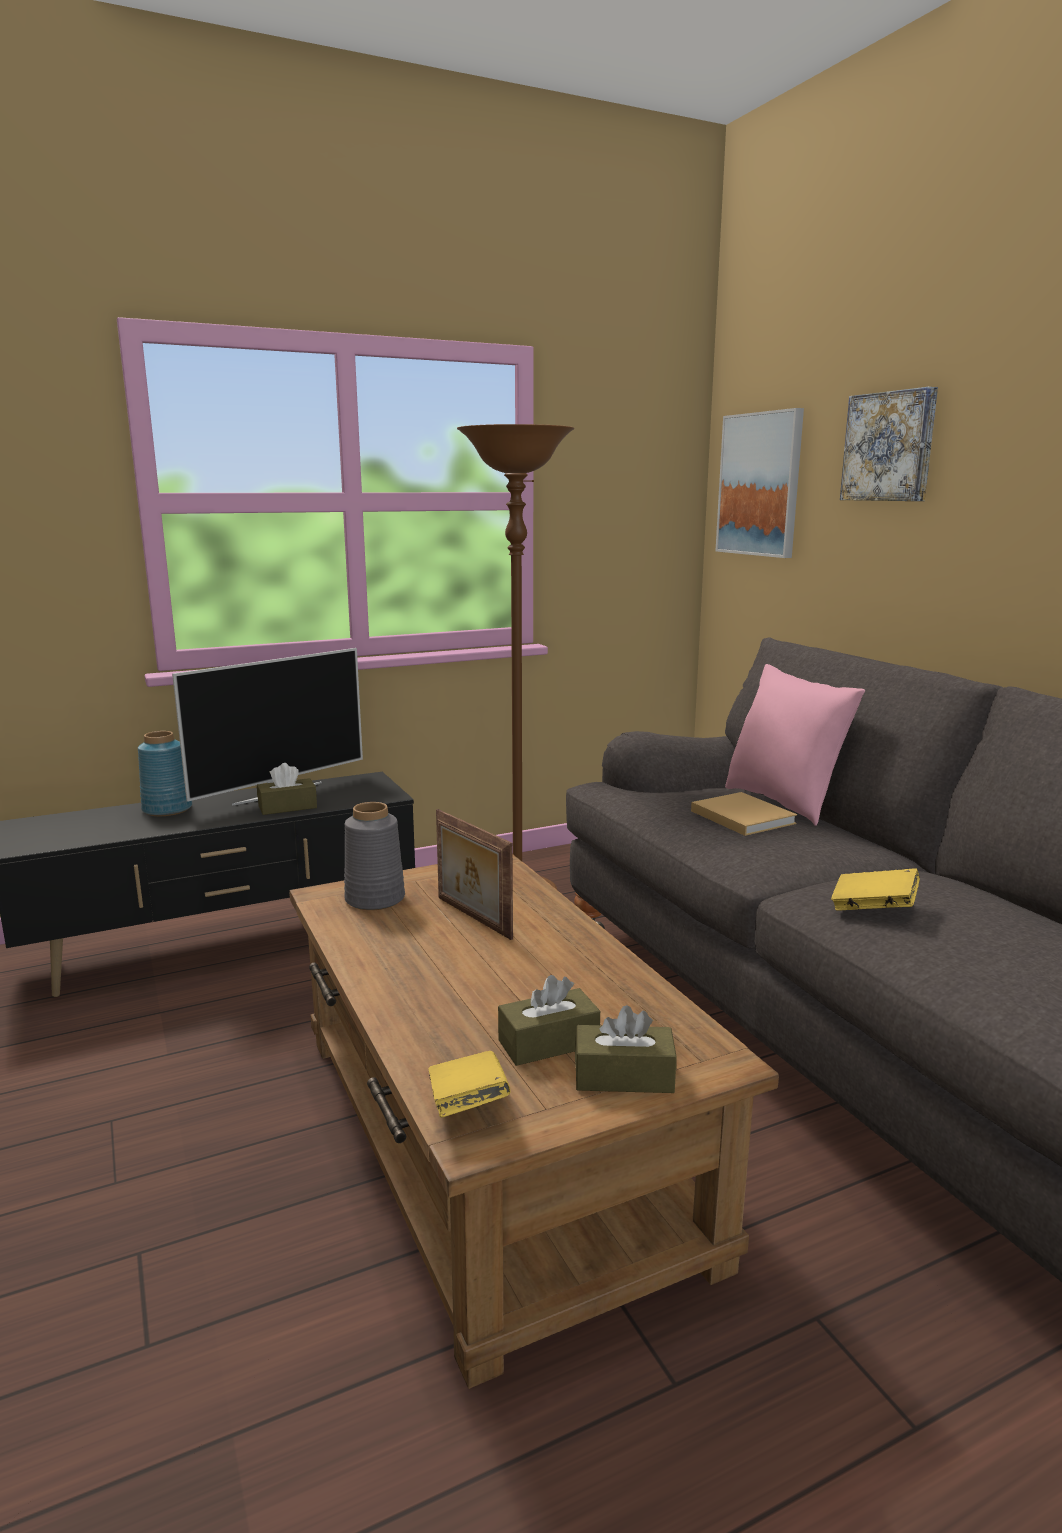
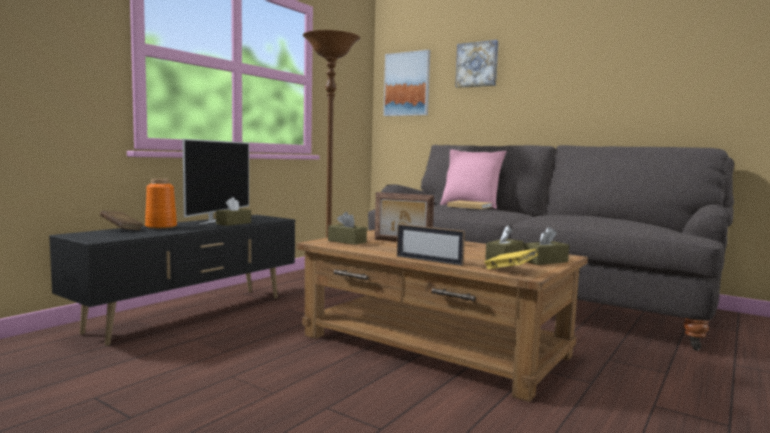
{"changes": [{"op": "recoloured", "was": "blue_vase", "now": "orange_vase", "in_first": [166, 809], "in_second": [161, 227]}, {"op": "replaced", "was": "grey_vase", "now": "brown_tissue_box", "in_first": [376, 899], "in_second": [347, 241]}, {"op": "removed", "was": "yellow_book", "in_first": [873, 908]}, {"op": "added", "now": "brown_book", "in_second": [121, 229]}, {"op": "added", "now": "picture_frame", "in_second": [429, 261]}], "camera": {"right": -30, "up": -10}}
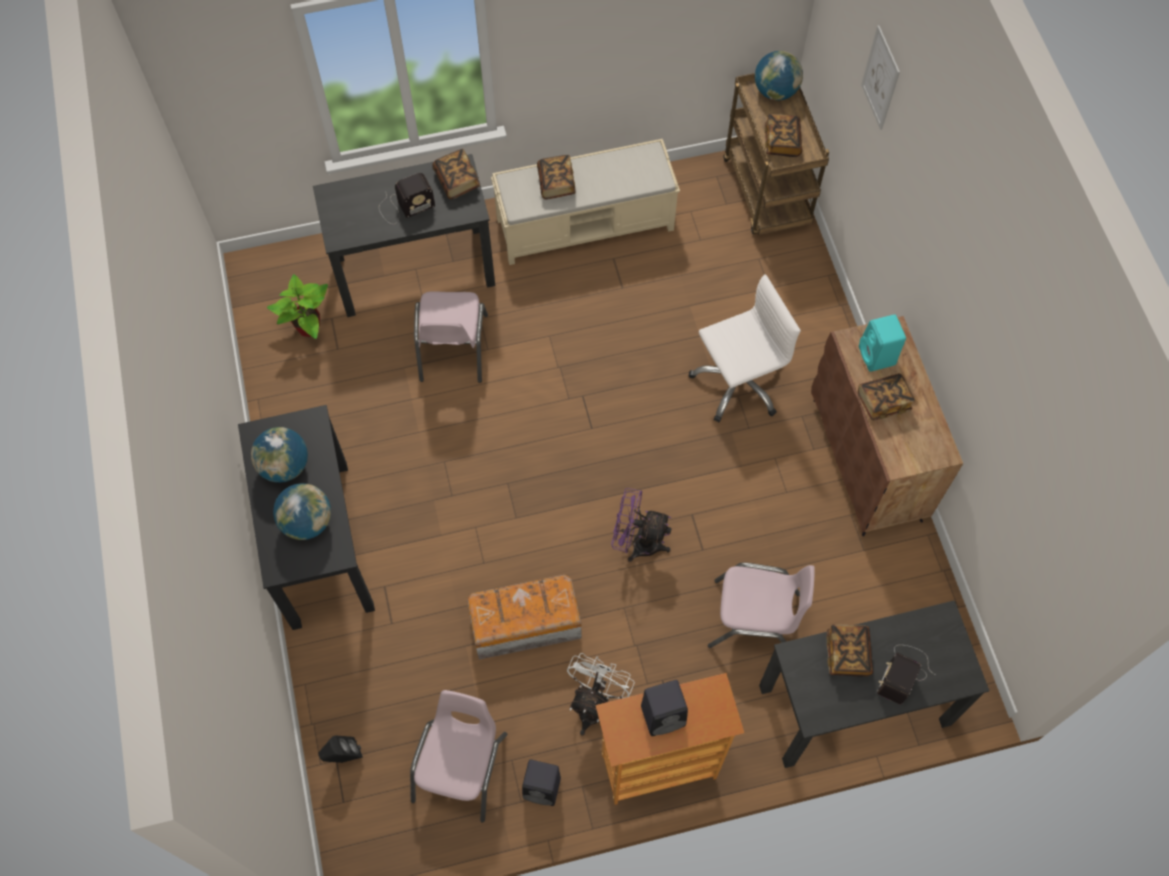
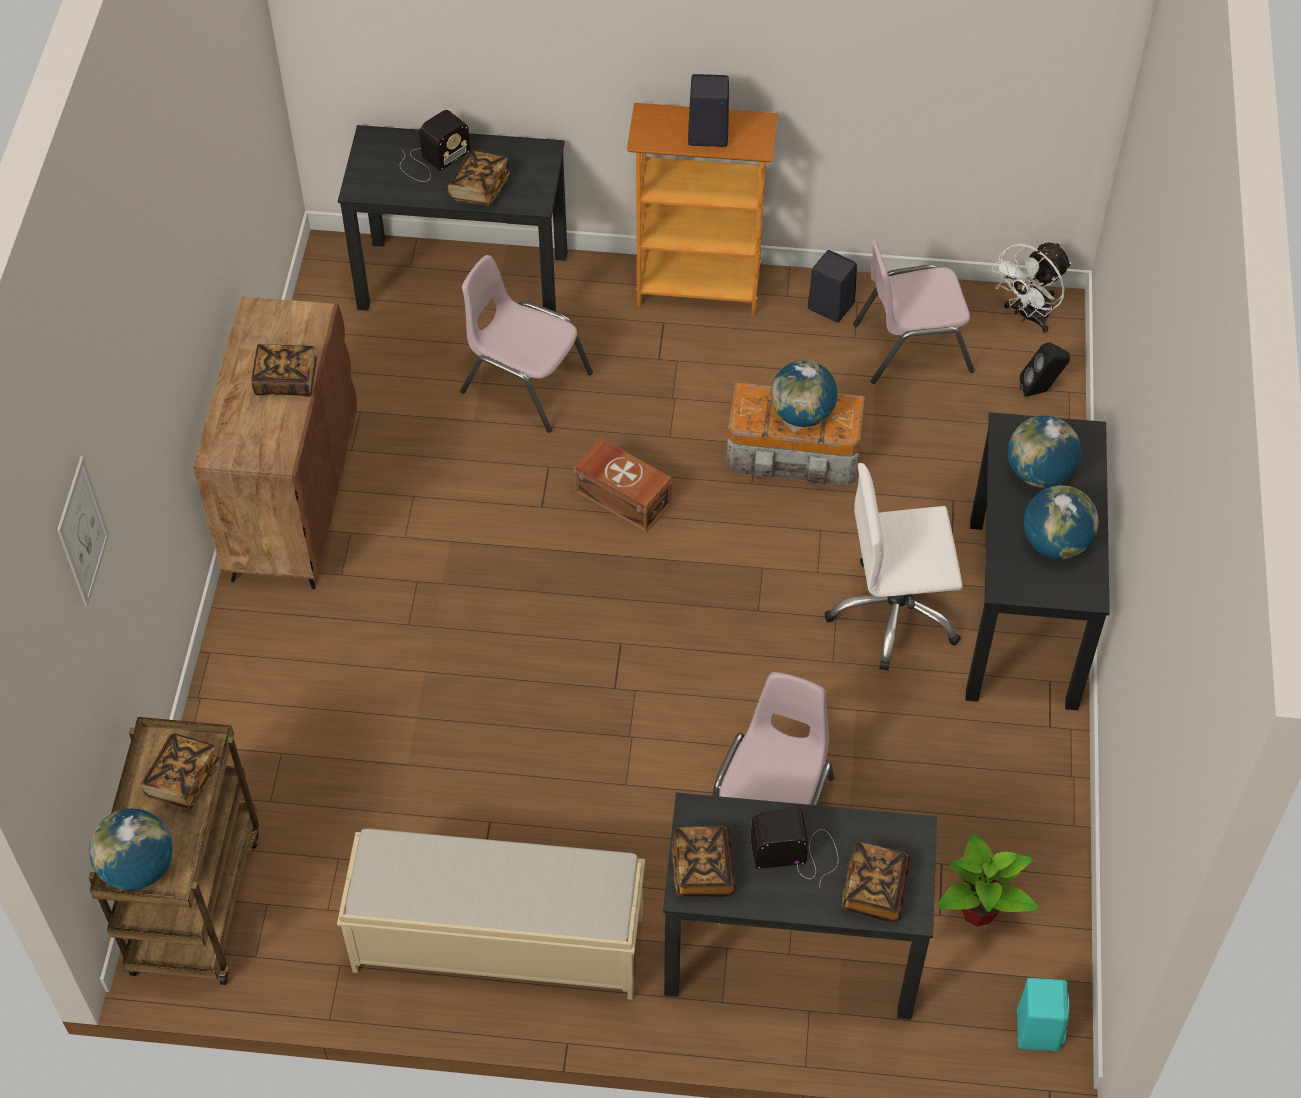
{"changes": [{"op": "moved", "was": "book", "in_first": [556, 183], "in_second": [874, 890]}, {"op": "moved", "was": "white_office_chair", "in_first": [738, 382], "in_second": [894, 614]}, {"op": "moved", "was": "turquoise_speaker", "in_first": [877, 357], "in_second": [1037, 1027]}, {"op": "replaced", "was": "purple_fan", "now": "brown_storage_box", "in_first": [638, 543], "in_second": [622, 496]}, {"op": "moved", "was": "white_fan", "in_first": [595, 703], "in_second": [1028, 316]}, {"op": "turned", "was": "pink_chair", "in_first": [461, 767], "in_second": [911, 346], "clockwise": 45}, {"op": "added", "now": "globe", "in_second": [802, 414]}], "camera": {"right": -160, "up": -10}}
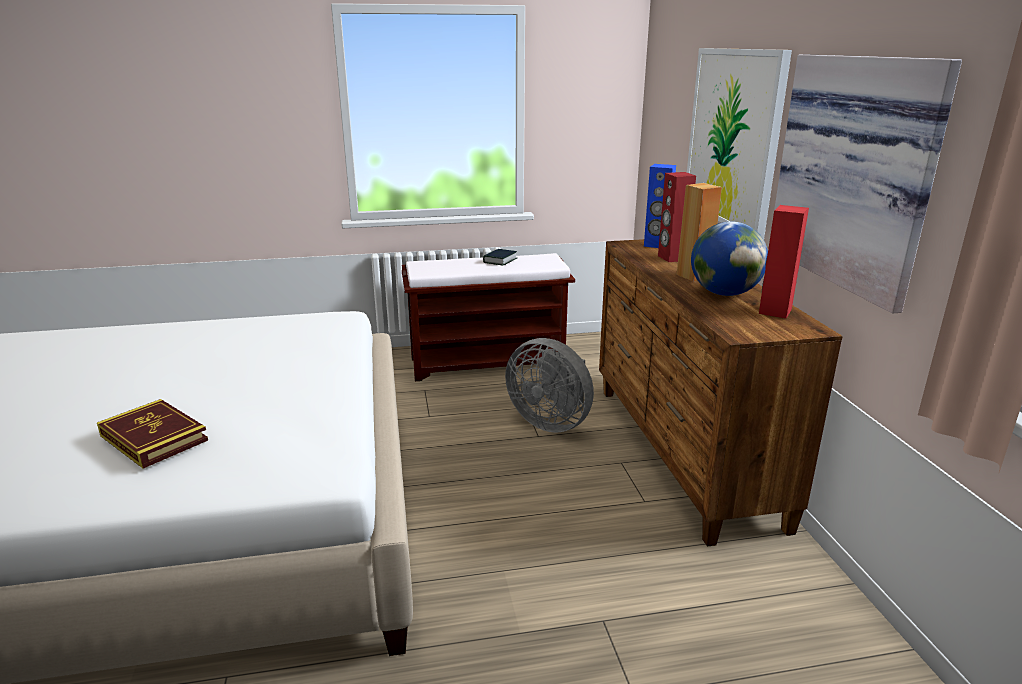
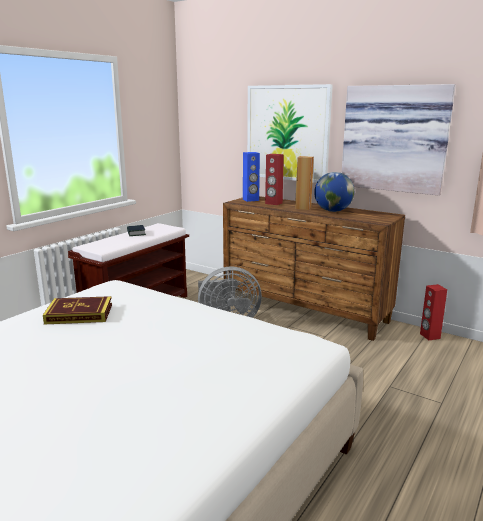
{"changes": [{"op": "moved", "was": "red_speaker", "in_first": [774, 311], "in_second": [429, 336]}, {"op": "moved", "was": "book", "in_first": [154, 438], "in_second": [79, 314]}], "camera": {"right": -45, "up": -5}}
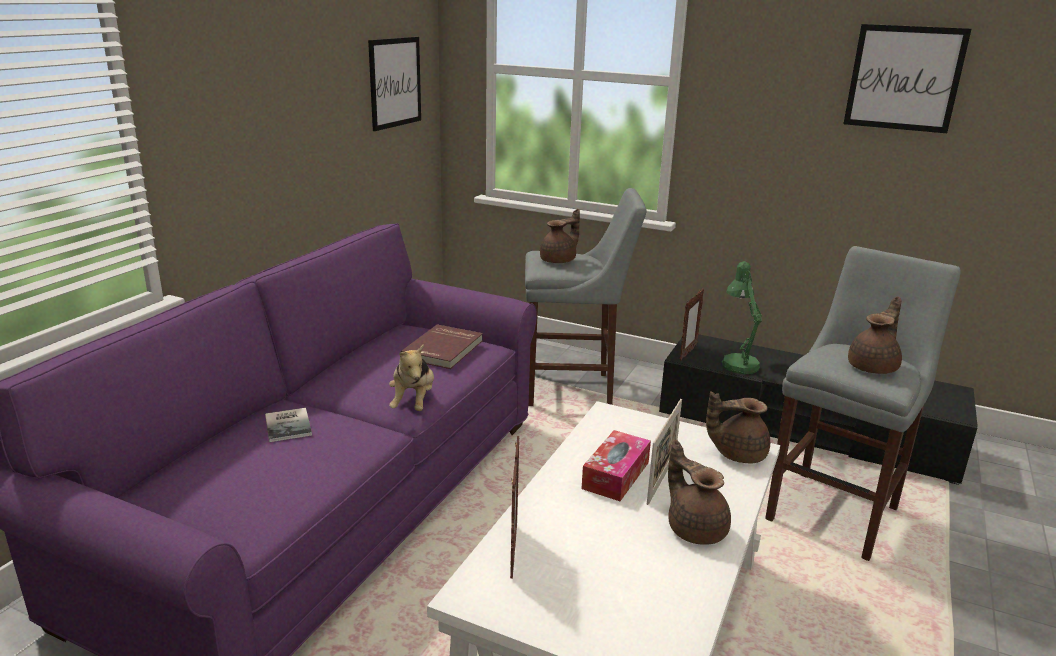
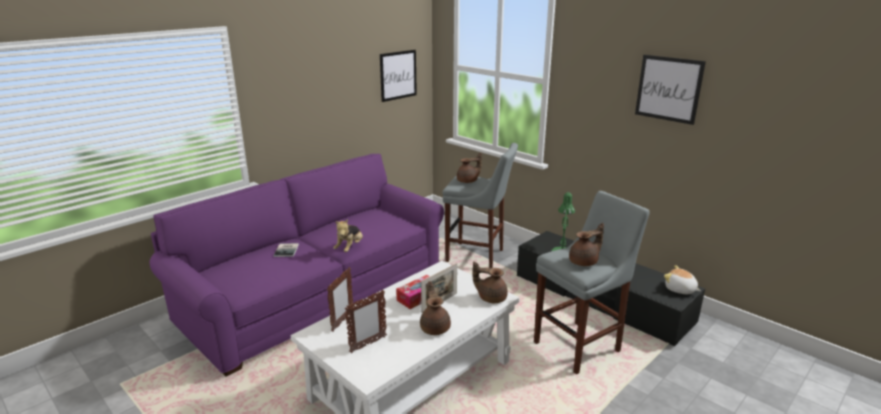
{"changes": [{"op": "moved", "was": "picture_frame", "in_first": [688, 353], "in_second": [367, 344]}, {"op": "removed", "was": "red_book", "in_first": [444, 349]}, {"op": "added", "now": "plush_toy", "in_second": [680, 290]}], "camera": {"right": 20, "up": 0}}
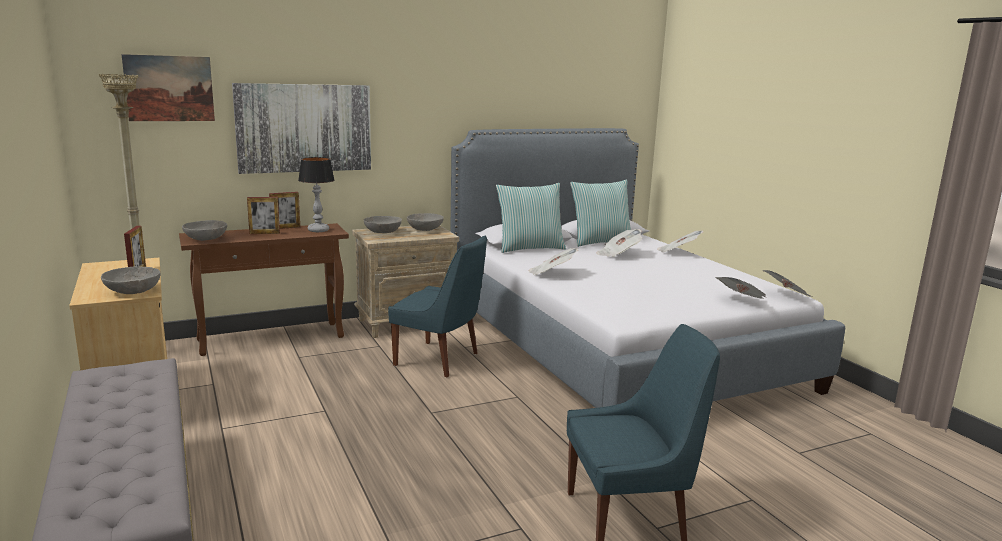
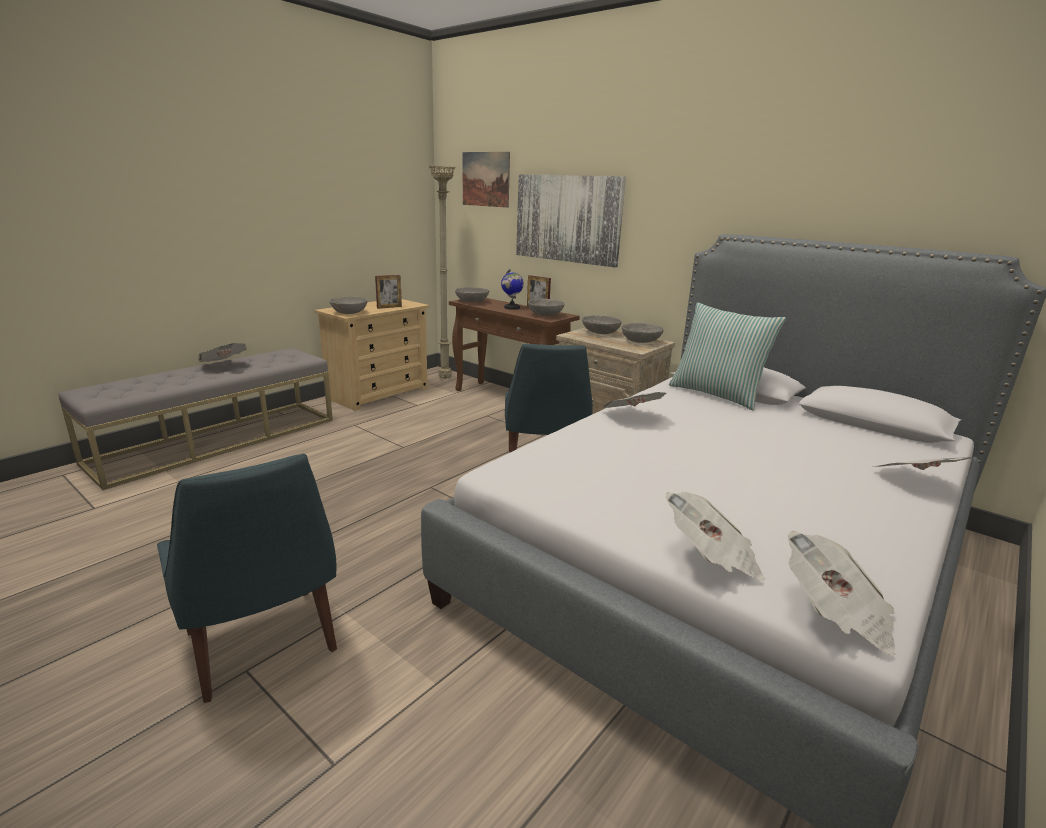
{"changes": [{"op": "replaced", "was": "table_lamp", "now": "grey_bowl", "in_first": [318, 230], "in_second": [545, 315]}, {"op": "removed", "was": "pillow", "in_first": [600, 242]}, {"op": "replaced", "was": "picture_frame", "now": "globe", "in_first": [264, 233], "in_second": [511, 308]}, {"op": "moved", "was": "newspaper", "in_first": [618, 254], "in_second": [224, 365]}], "camera": {"right": 65, "up": 5}}
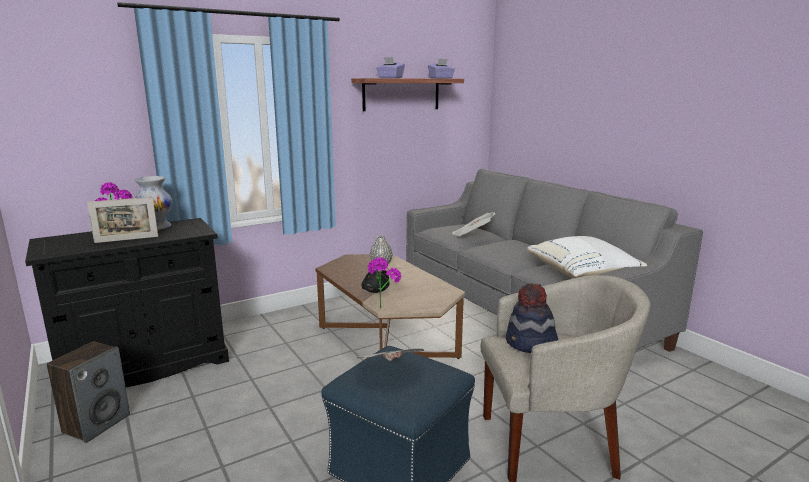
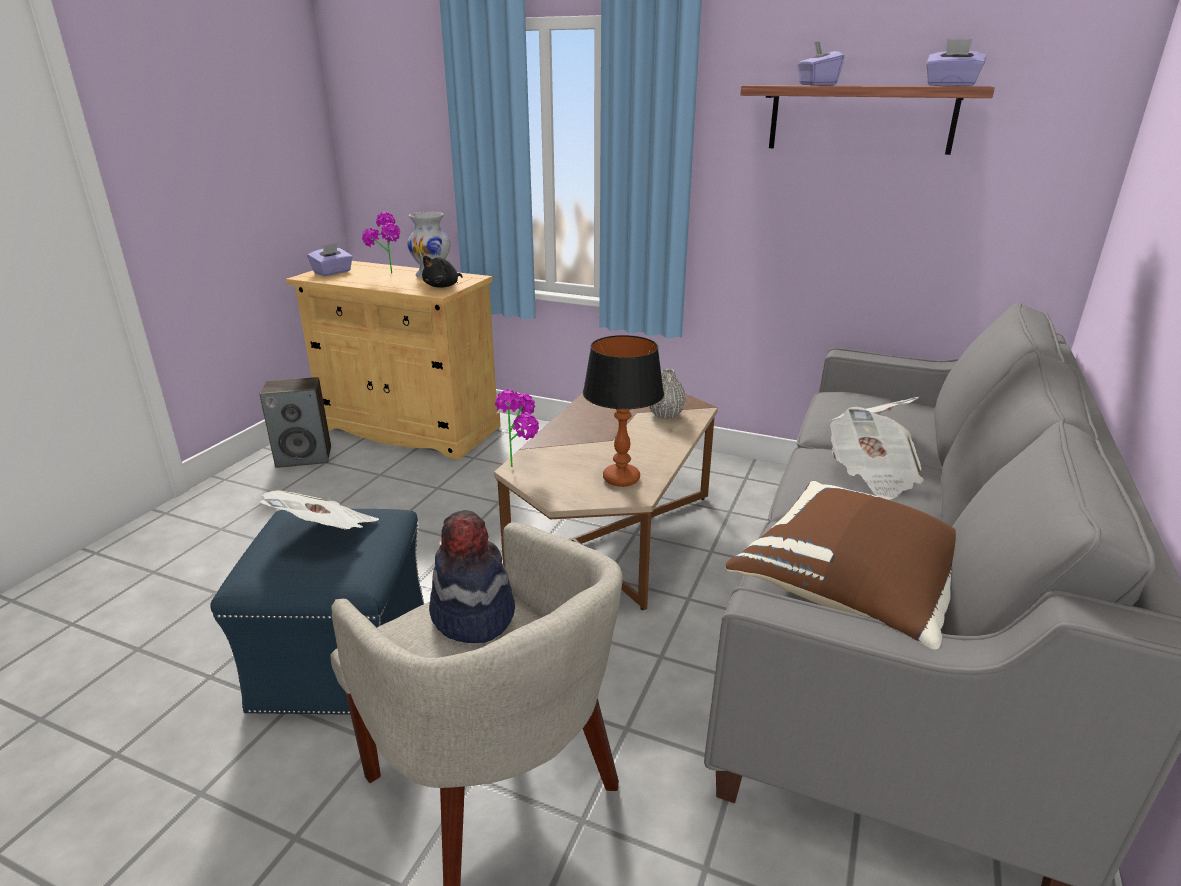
{"changes": [{"op": "removed", "was": "picture_frame", "in_first": [127, 239]}, {"op": "recoloured", "was": "black_cabinet", "now": "beige_cabinet", "in_first": [145, 366], "in_second": [409, 428]}, {"op": "recoloured", "was": "white_pillow", "now": "brown_pillow", "in_first": [583, 274], "in_second": [854, 590]}, {"op": "moved", "was": "black_plush_toy", "in_first": [375, 290], "in_second": [443, 286]}, {"op": "added", "now": "purple_tissue_box", "in_second": [333, 272]}, {"op": "added", "now": "table_lamp", "in_second": [621, 478]}, {"op": "added", "now": "newspaper", "in_second": [871, 475]}], "camera": {"right": 55, "up": 10}}
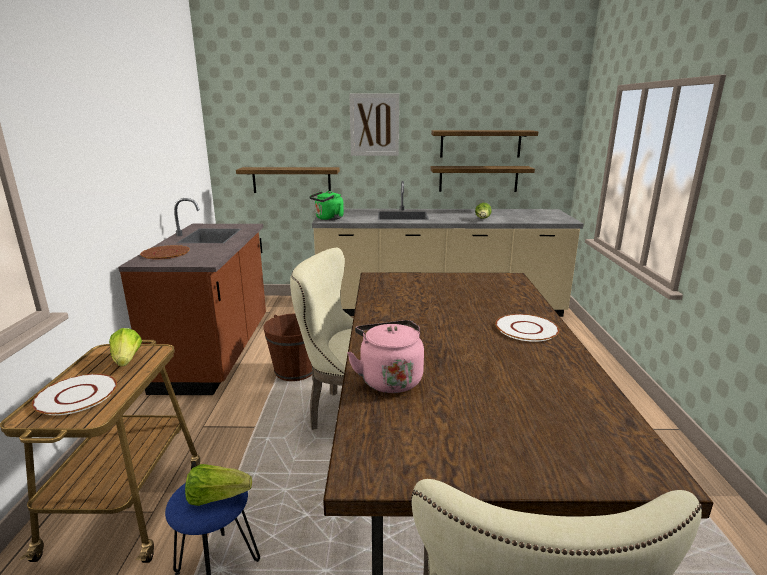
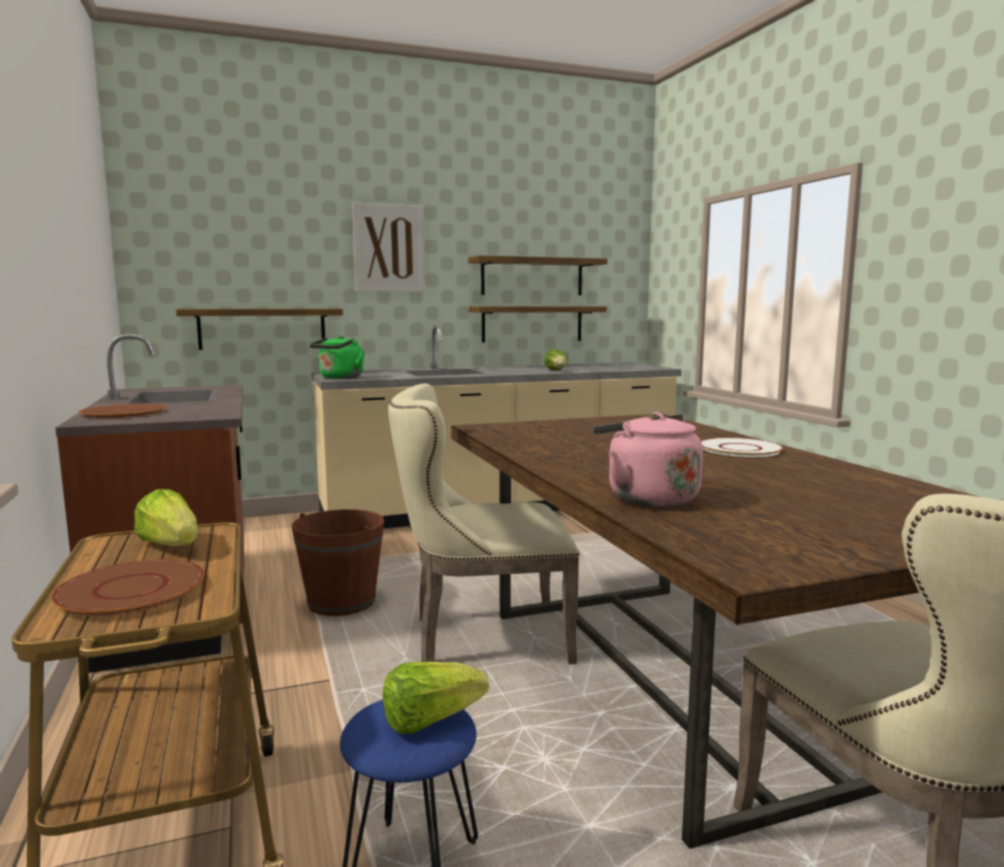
{"changes": [{"op": "recoloured", "was": "white_plate", "now": "brown_plate", "in_first": [76, 395], "in_second": [130, 590]}], "camera": {"right": -20, "up": -10}}
